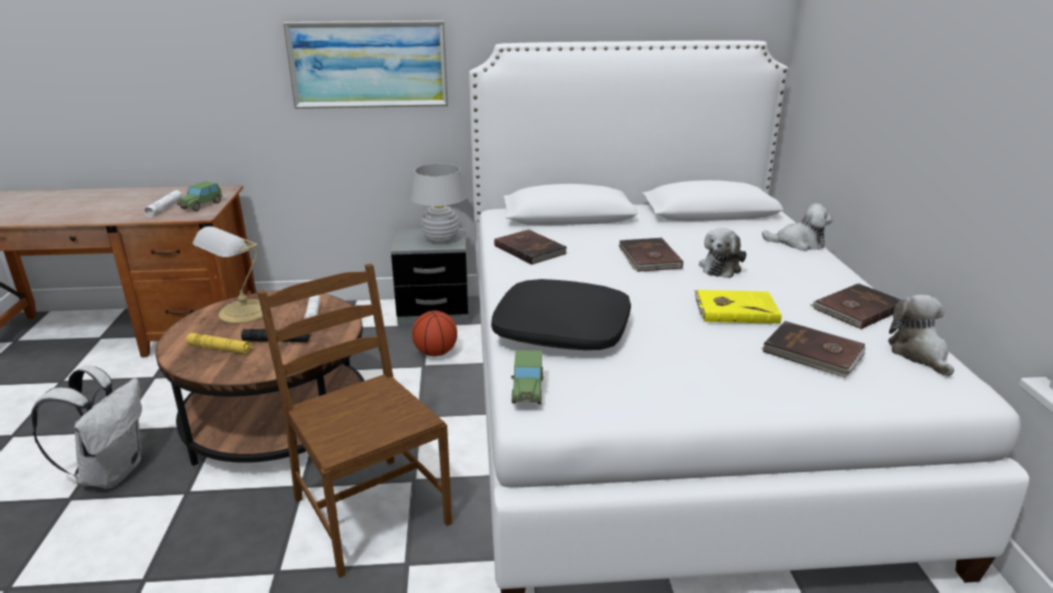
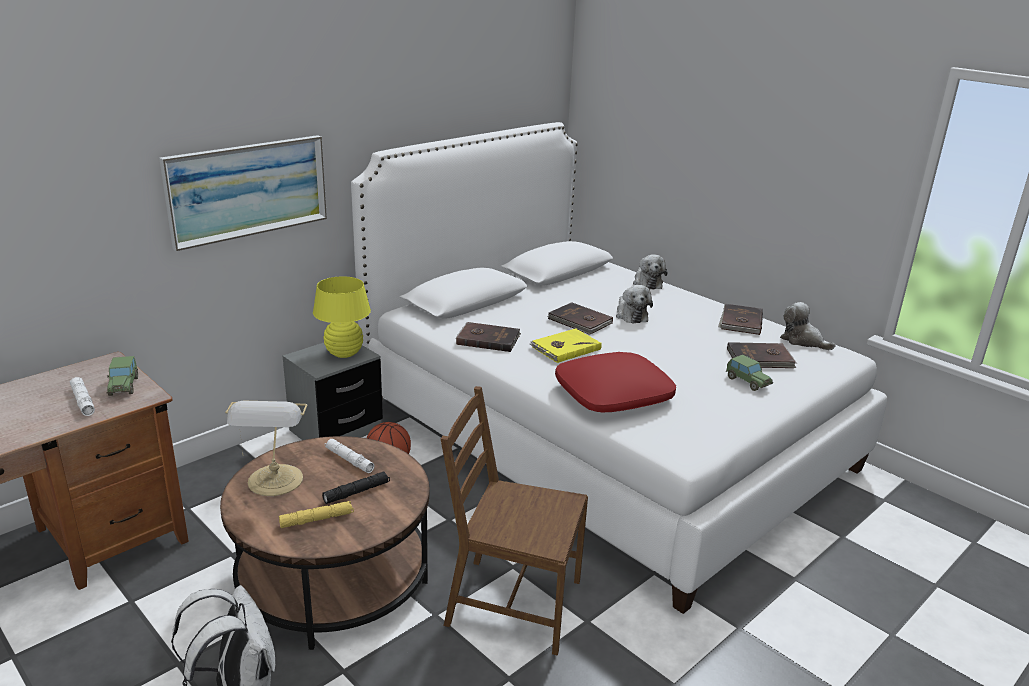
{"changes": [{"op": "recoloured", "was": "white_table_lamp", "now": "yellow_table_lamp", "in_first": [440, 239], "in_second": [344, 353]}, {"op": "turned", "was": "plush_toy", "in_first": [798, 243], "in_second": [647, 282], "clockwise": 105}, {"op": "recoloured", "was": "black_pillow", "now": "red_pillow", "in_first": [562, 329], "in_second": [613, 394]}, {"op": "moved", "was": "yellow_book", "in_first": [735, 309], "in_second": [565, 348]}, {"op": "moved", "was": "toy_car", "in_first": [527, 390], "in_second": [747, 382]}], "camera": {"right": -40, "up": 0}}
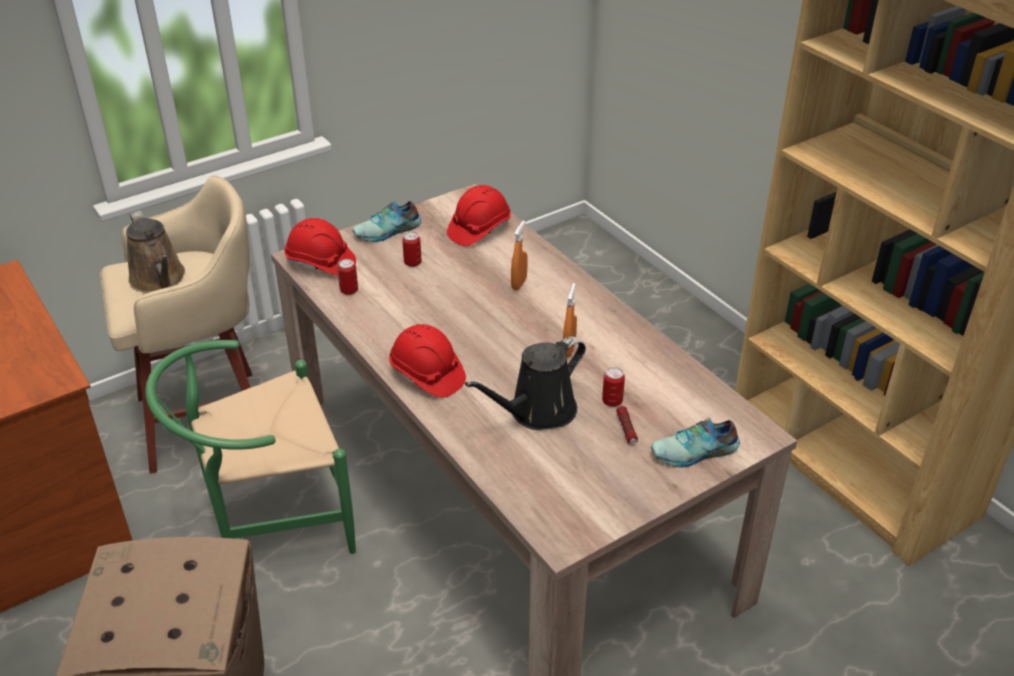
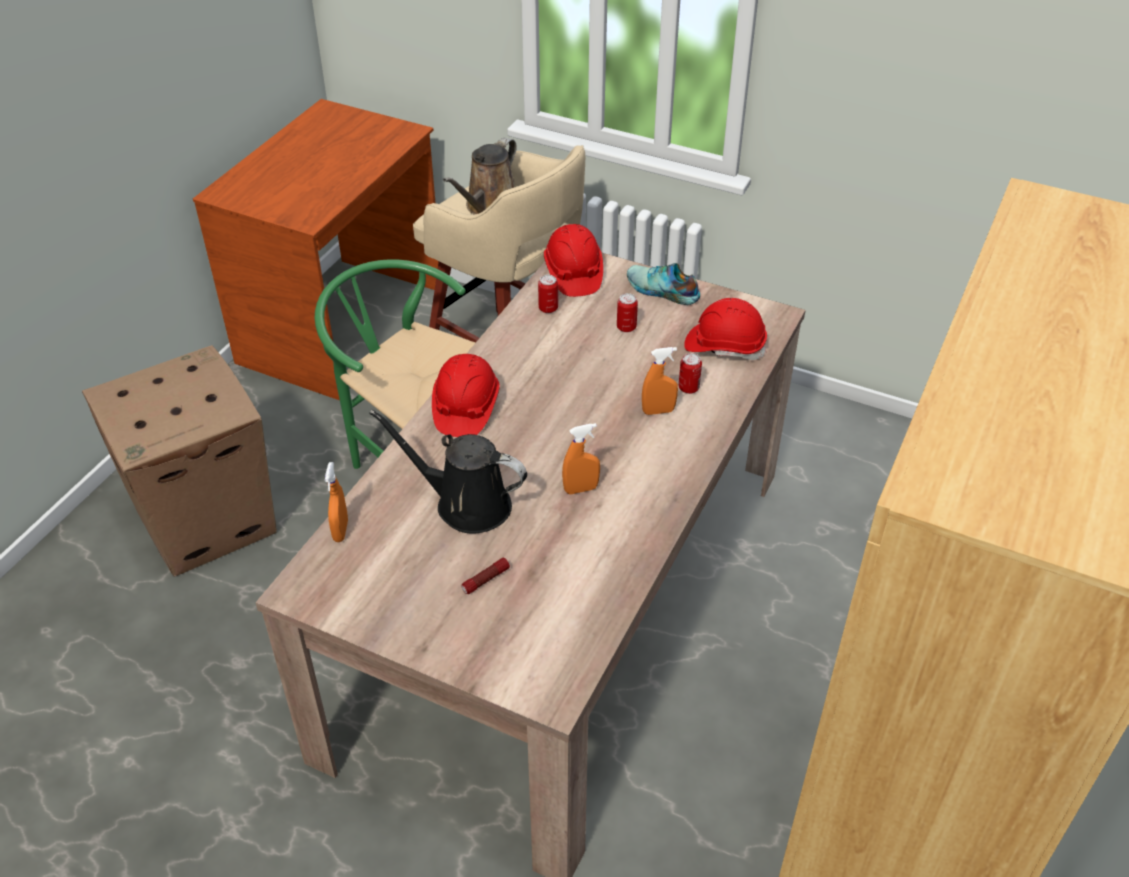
{"changes": [{"op": "moved", "was": "can", "in_first": [612, 401], "in_second": [688, 388]}, {"op": "removed", "was": "shoe", "in_first": [695, 453]}, {"op": "added", "now": "orange_spray_bottle", "in_second": [340, 531]}], "camera": {"right": 60, "up": 5}}
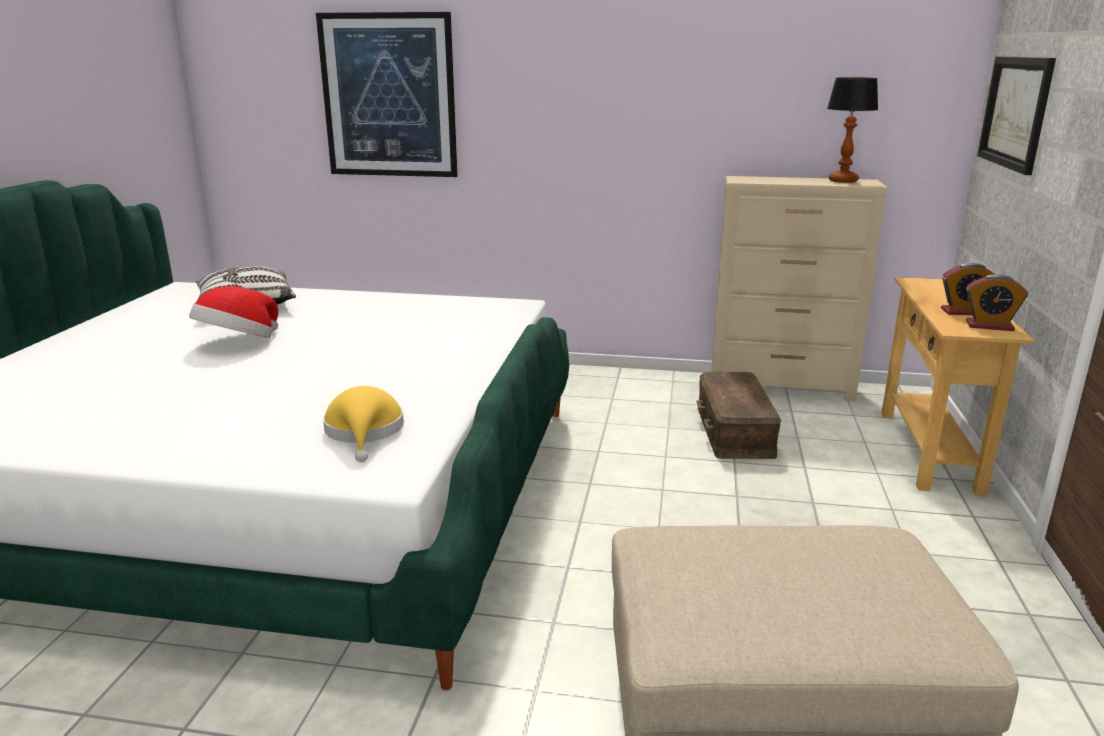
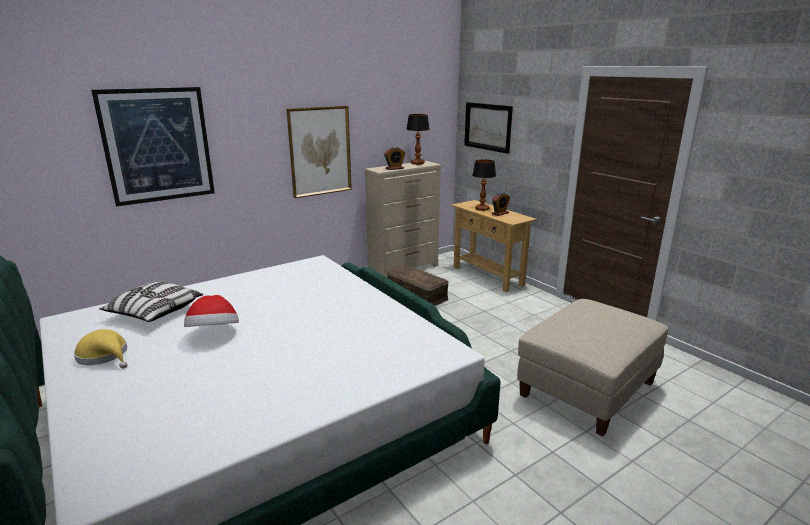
{"changes": [{"op": "moved", "was": "alarm_clock", "in_first": [989, 326], "in_second": [394, 168]}, {"op": "moved", "was": "yellow_hat", "in_first": [364, 432], "in_second": [104, 355]}, {"op": "added", "now": "picture", "in_second": [320, 151]}, {"op": "added", "now": "table_lamp", "in_second": [482, 209]}], "camera": {"right": -45, "up": 0}}
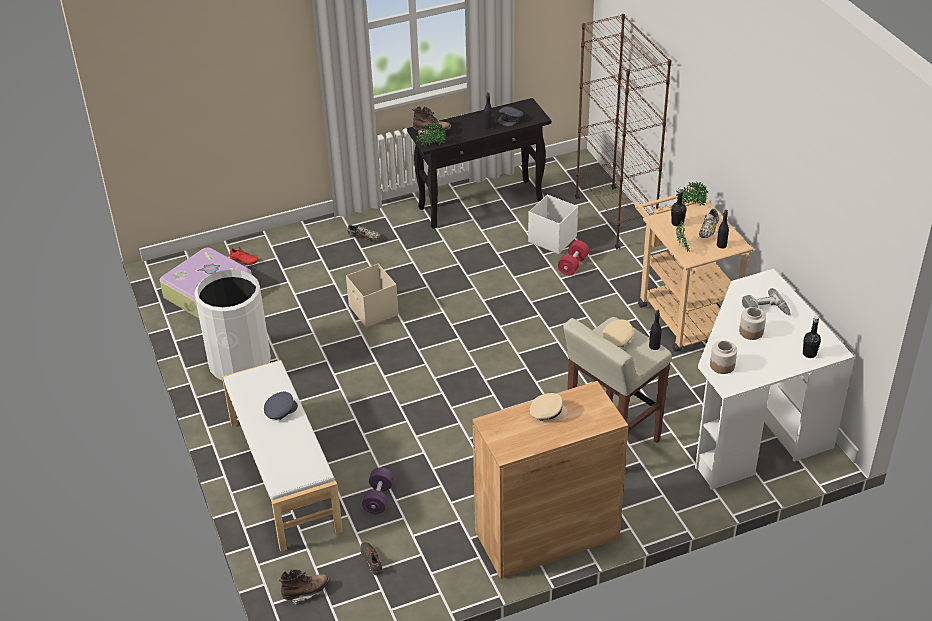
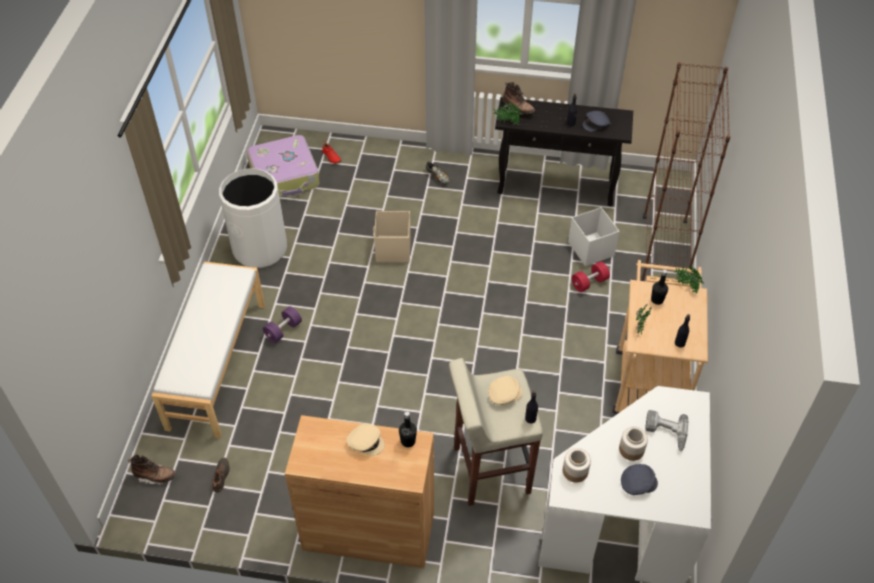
{"changes": [{"op": "removed", "was": "shoe", "in_first": [708, 230]}, {"op": "moved", "was": "black_bottle", "in_first": [809, 353], "in_second": [408, 441]}, {"op": "moved", "was": "grey_cap", "in_first": [280, 410], "in_second": [637, 483]}, {"op": "moved", "was": "purple_dumbbell", "in_first": [378, 498], "in_second": [283, 330]}], "camera": {"right": 30, "up": 10}}
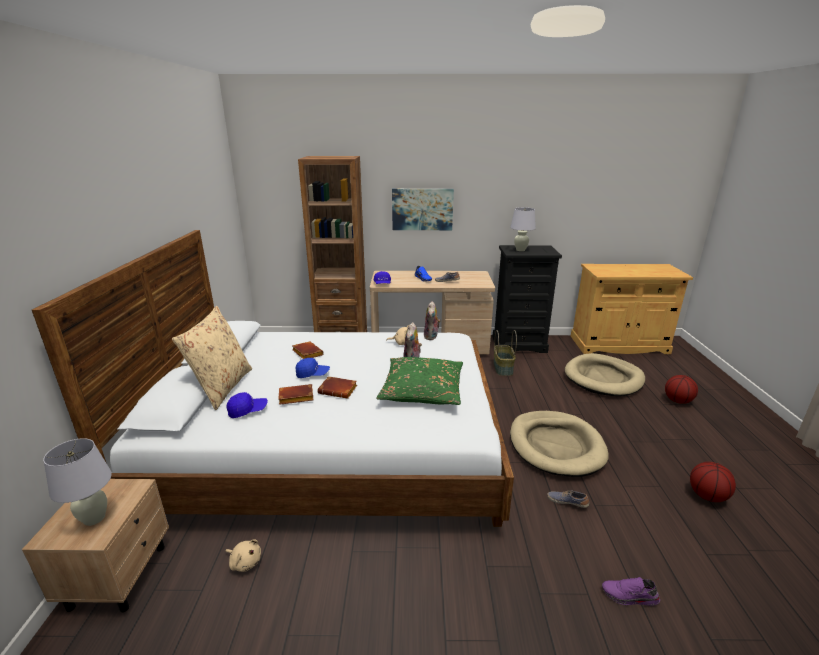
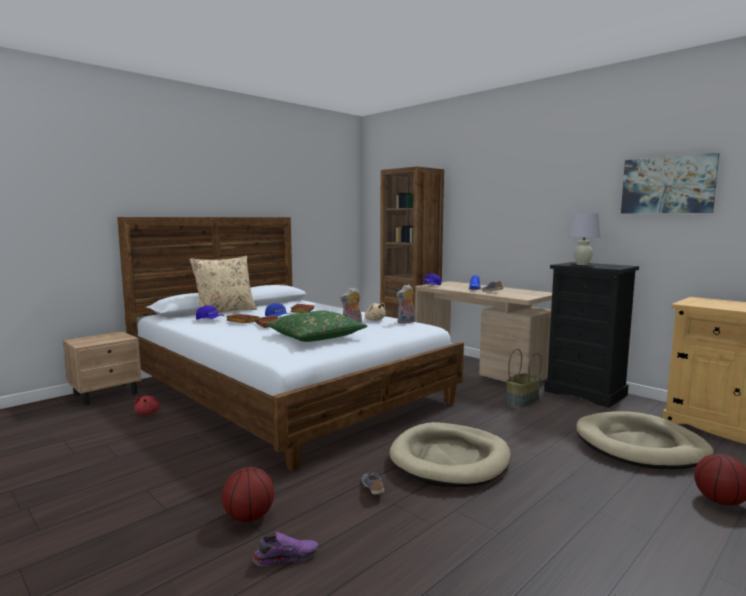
{"changes": [{"op": "moved", "was": "picture", "in_first": [422, 209], "in_second": [667, 185]}, {"op": "removed", "was": "white_table_lamp", "in_first": [94, 518]}, {"op": "moved", "was": "basketball", "in_first": [707, 496], "in_second": [249, 517]}, {"op": "recoloured", "was": "beige_plush_toy", "now": "red_plush_toy", "in_first": [245, 562], "in_second": [147, 413]}, {"op": "turned", "was": "purple_shoe", "in_first": [629, 597], "in_second": [286, 556], "clockwise": 105}], "camera": {"right": 45, "up": -15}}
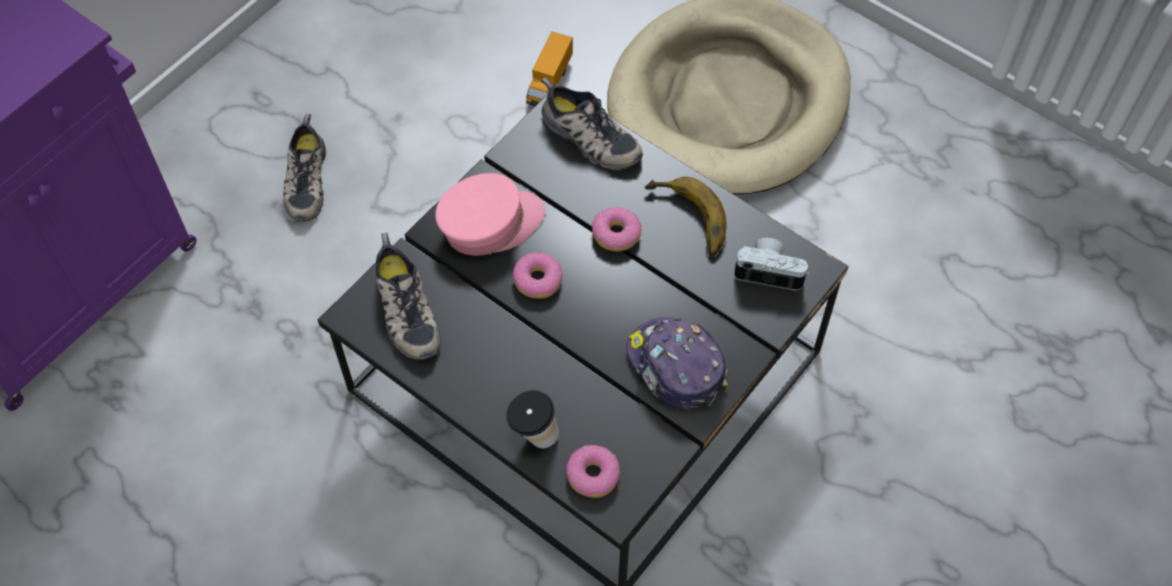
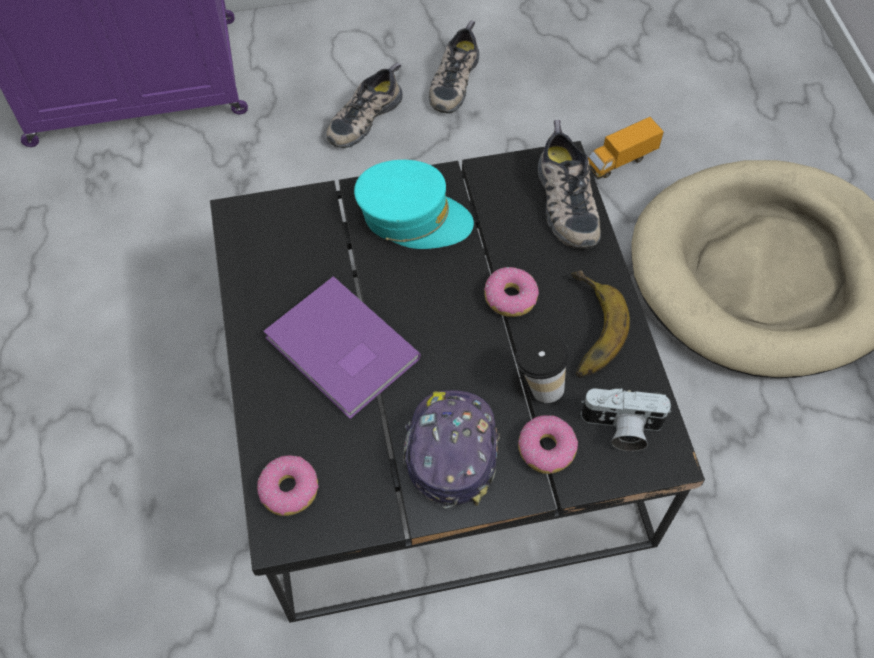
{"changes": [{"op": "recoloured", "was": "pink_cap", "now": "turquoise_cap", "in_first": [490, 224], "in_second": [413, 217]}, {"op": "moved", "was": "shoe", "in_first": [404, 310], "in_second": [453, 79]}, {"op": "turned", "was": "photo_camera", "in_first": [770, 271], "in_second": [621, 429], "clockwise": 135}, {"op": "moved", "was": "donut", "in_first": [537, 280], "in_second": [546, 448]}, {"op": "moved", "was": "cup", "in_first": [533, 436], "in_second": [538, 385]}, {"op": "added", "now": "purple_book", "in_second": [341, 352]}], "camera": {"right": 40, "up": 0}}
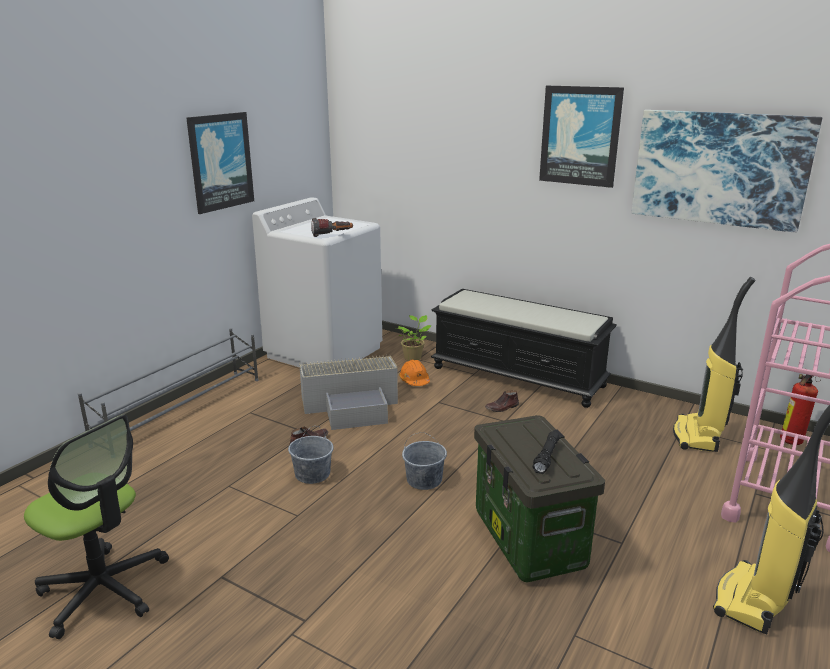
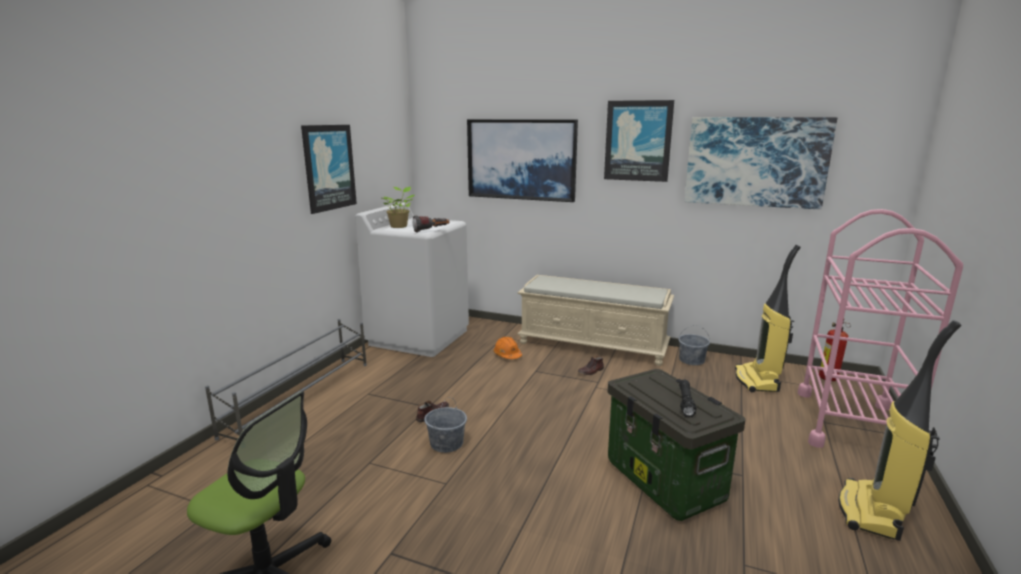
{"changes": [{"op": "recoloured", "was": "black_bench", "now": "beige_bench", "in_first": [519, 376], "in_second": [593, 345]}, {"op": "moved", "was": "potted_plant", "in_first": [413, 357], "in_second": [399, 226]}, {"op": "removed", "was": "grey_storage_box", "in_first": [352, 405]}, {"op": "moved", "was": "grey_bucket", "in_first": [424, 480], "in_second": [692, 360]}, {"op": "added", "now": "picture", "in_second": [521, 159]}], "camera": {"right": -10, "up": -5}}
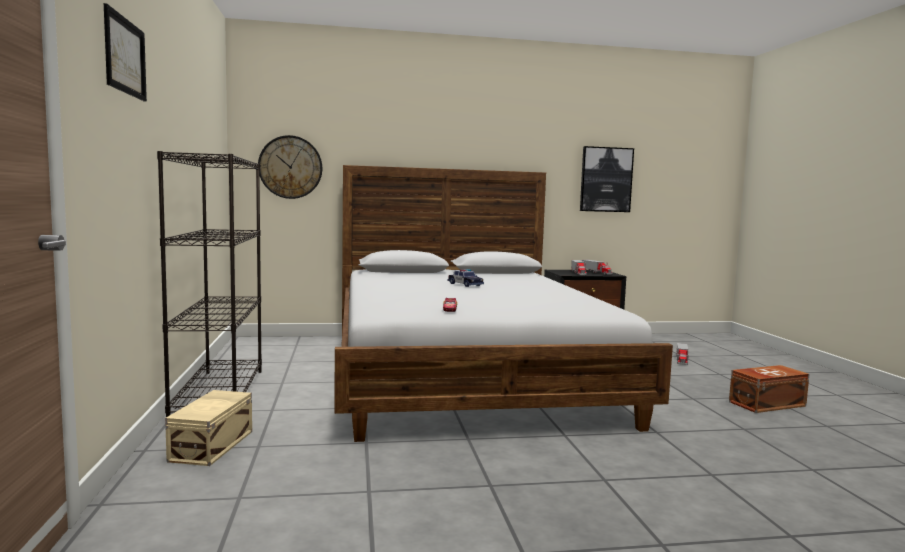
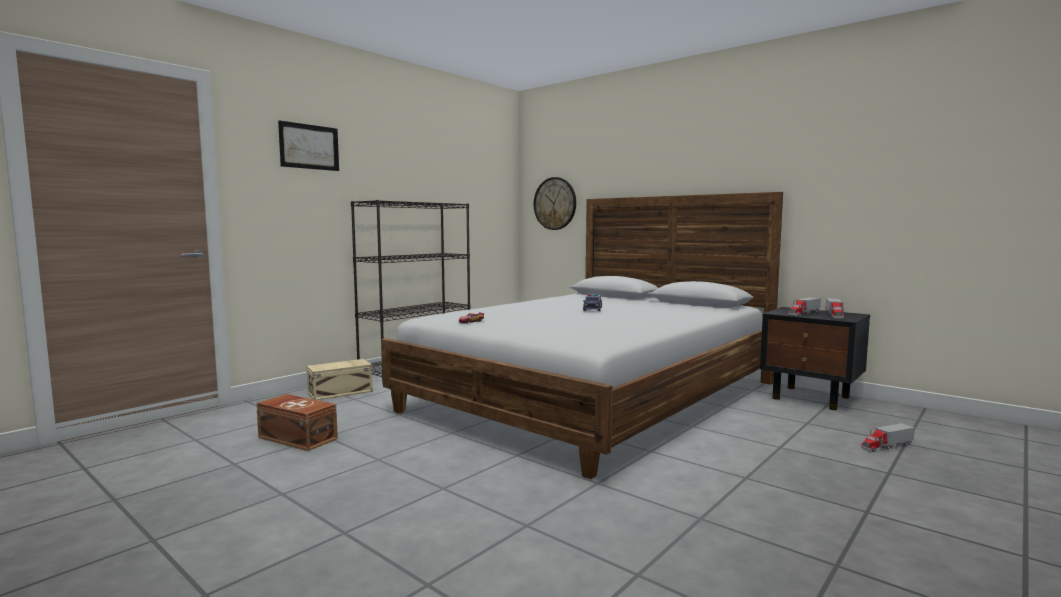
{"changes": [{"op": "removed", "was": "picture", "in_first": [606, 179]}, {"op": "moved", "was": "brown_storage_box", "in_first": [765, 403], "in_second": [298, 437]}], "camera": {"right": 50, "up": 0}}
